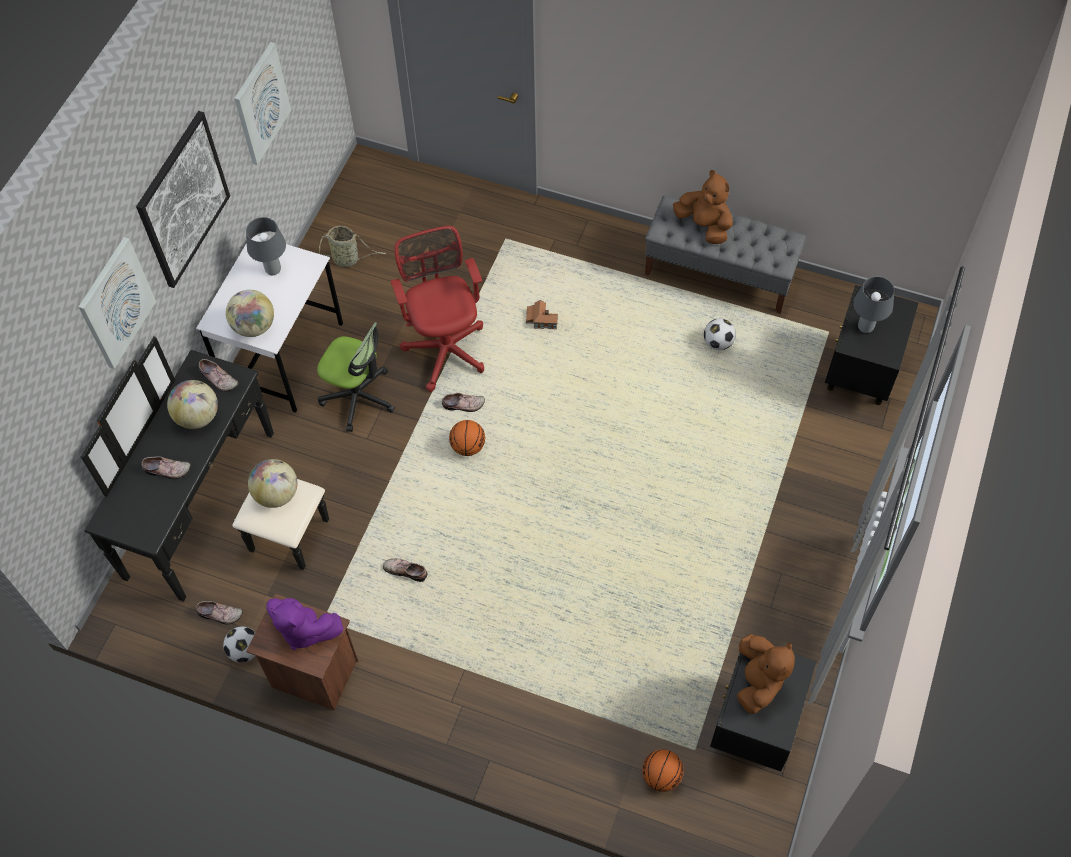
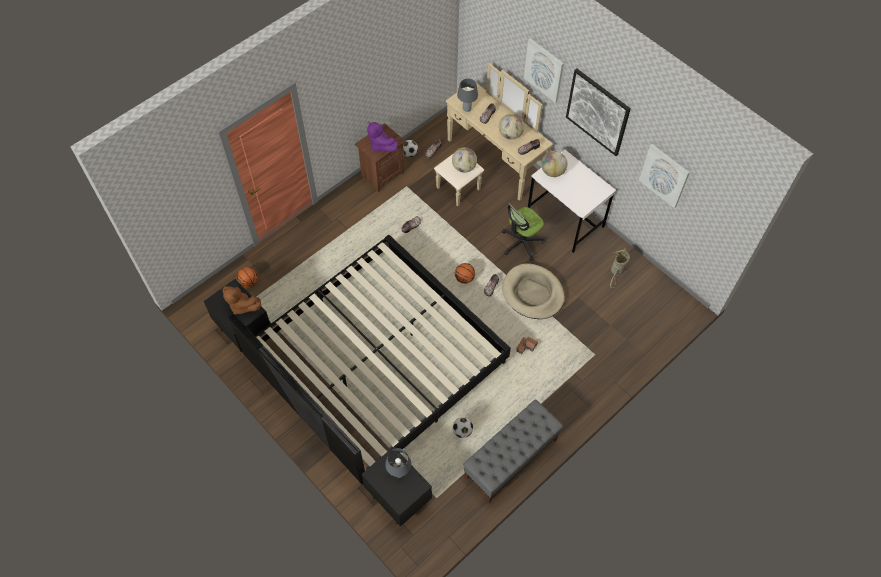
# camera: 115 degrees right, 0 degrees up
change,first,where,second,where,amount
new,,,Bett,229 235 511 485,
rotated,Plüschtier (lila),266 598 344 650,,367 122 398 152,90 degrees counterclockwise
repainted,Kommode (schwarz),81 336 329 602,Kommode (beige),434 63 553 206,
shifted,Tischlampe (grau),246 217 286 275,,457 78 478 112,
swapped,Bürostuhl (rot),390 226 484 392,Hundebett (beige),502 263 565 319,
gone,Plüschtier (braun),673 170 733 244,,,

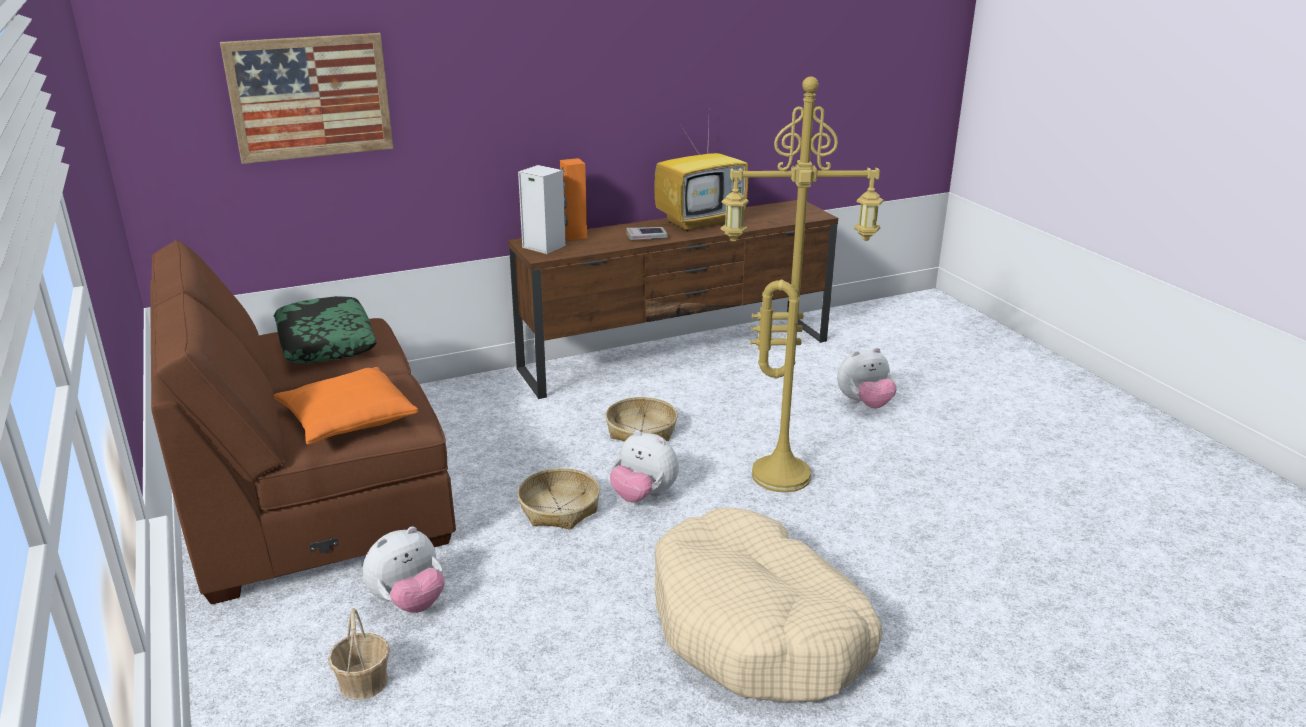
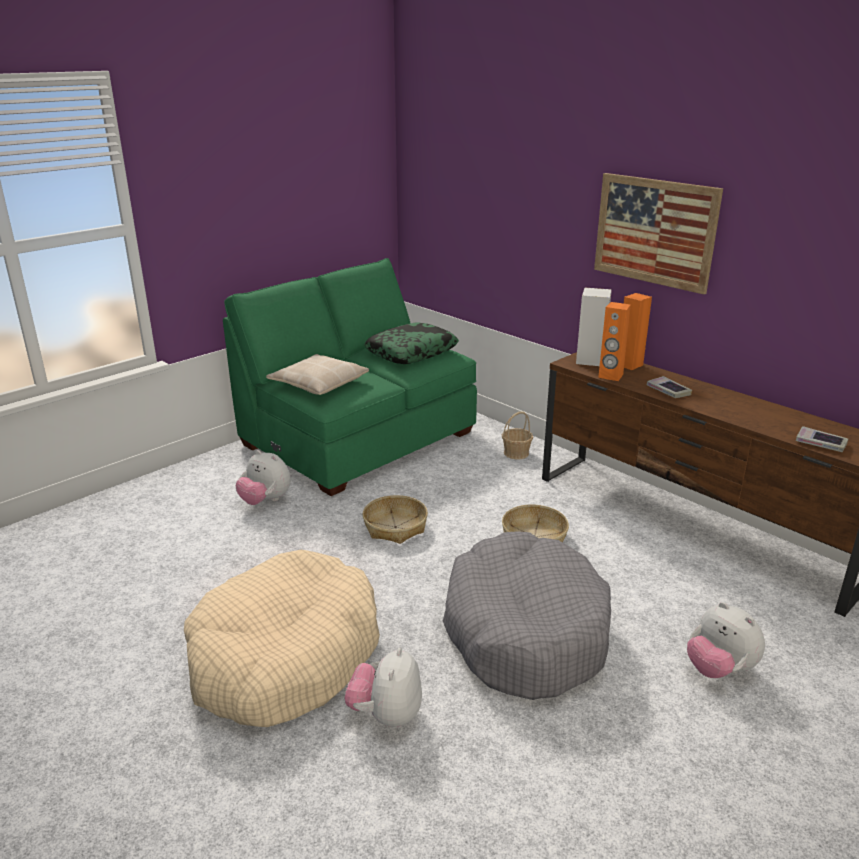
# camera: 70 degrees right, 0 degrees up
change,first,where,second,where,amount
repainted,Sofa (braun),150 239 456 604,Sofa (grün),223 258 477 496,
repainted,Kissen (orange),274 367 418 445,Kissen (beige),266 354 369 395,
shifted,Plüschtier,610 430 679 503,,344 647 422 728,
swapped,Stehlampe (gelb),721 76 884 493,Hundebett (grau),443 531 611 700,
shifted,Korb,328 608 390 700,,502 412 533 459,
shifted,Bild,220 33 394 164,,594 173 723 294,
new,,,Lautsprecher (orange),598 302 631 381,
new,,,Buch,796 426 848 452,
gone,Fernseher,654 124 748 232,,,

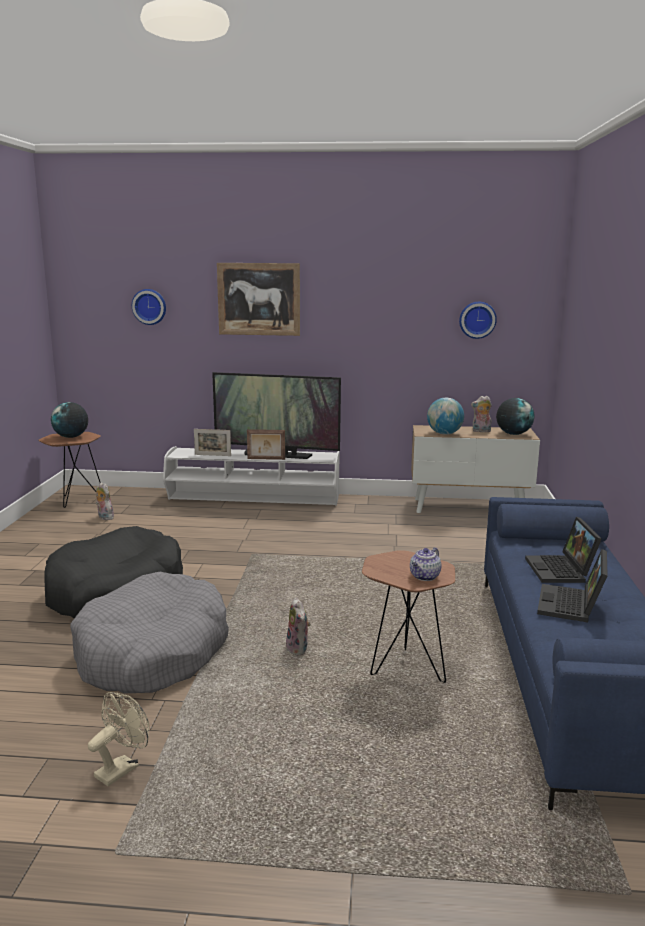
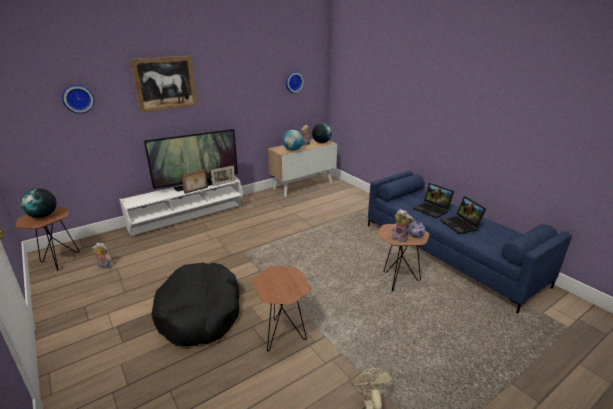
# camera: 40 degrees left, 10 degrees up
change,first,where,second,where,amount
shifted,Bilderrahmen,194 429 231 456,,211 165 235 186,
swapped,Hundebett (grau),70 572 229 694,Beistelltisch (braun),252 266 311 352,
shifted,Plüschtier,286 598 311 655,,391 209 414 242,

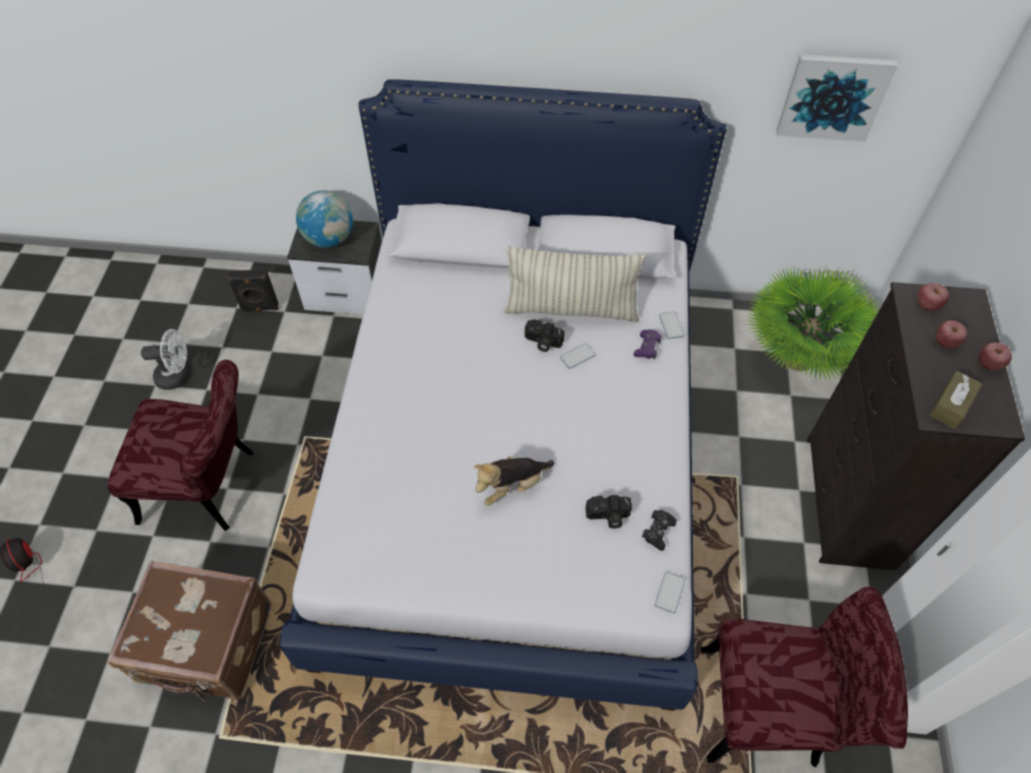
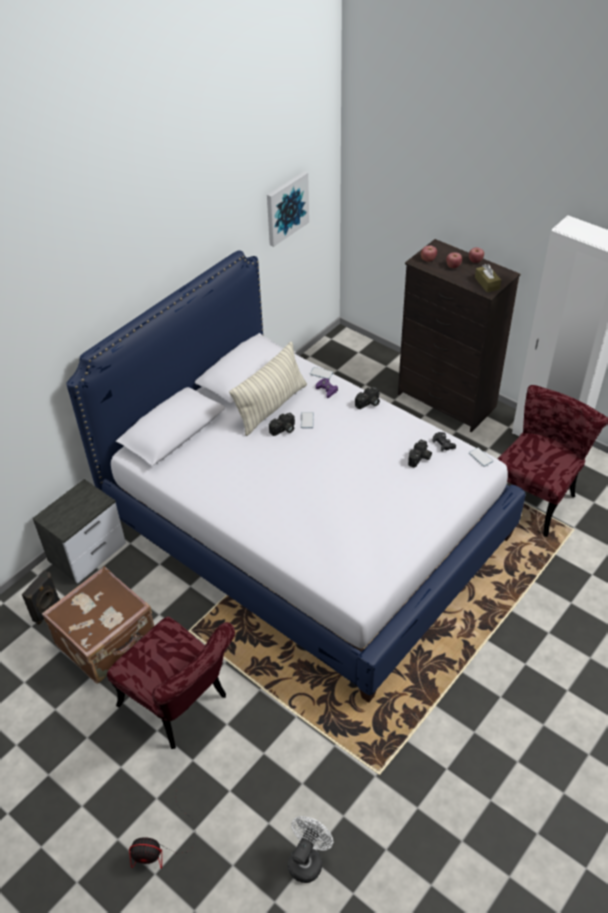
# camera: 55 degrees left, 10 degrees down
change,first,where,second,where,amount
shifted,Koffer (braun),107 561 272 703,,42 566 154 684,
rotated,Stuhl (rot),108 360 254 531,,107 617 235 749,90 degrees clockwise
shifted,Ventilator (weiß),141 329 188 390,,288 816 333 883,
new,,,Kamera,355 387 380 409,
gone,Globus,296 190 353 247,,,
gone,Plüschtier,474 457 554 506,,,
gone,Topfpflanze,746 268 880 380,,,

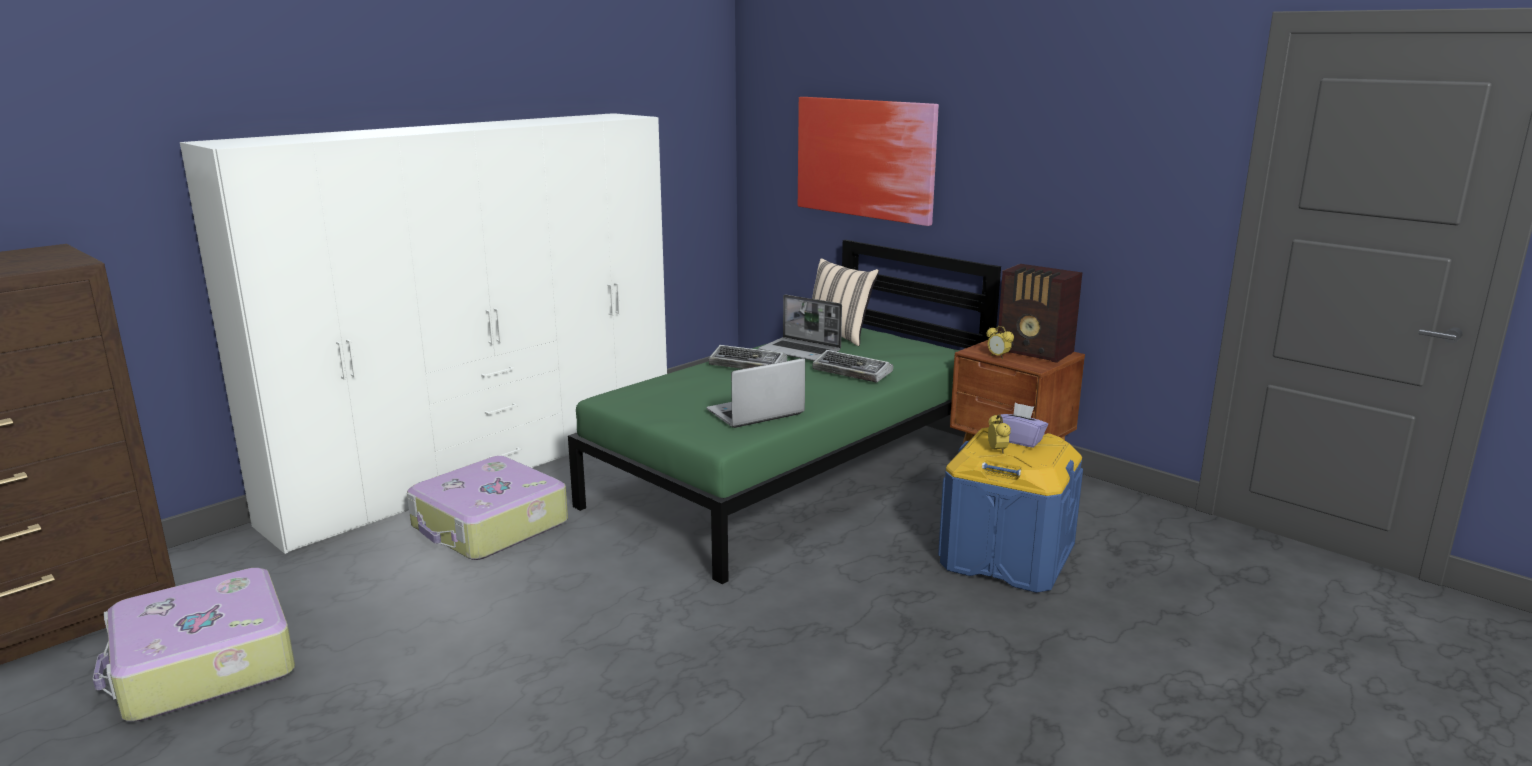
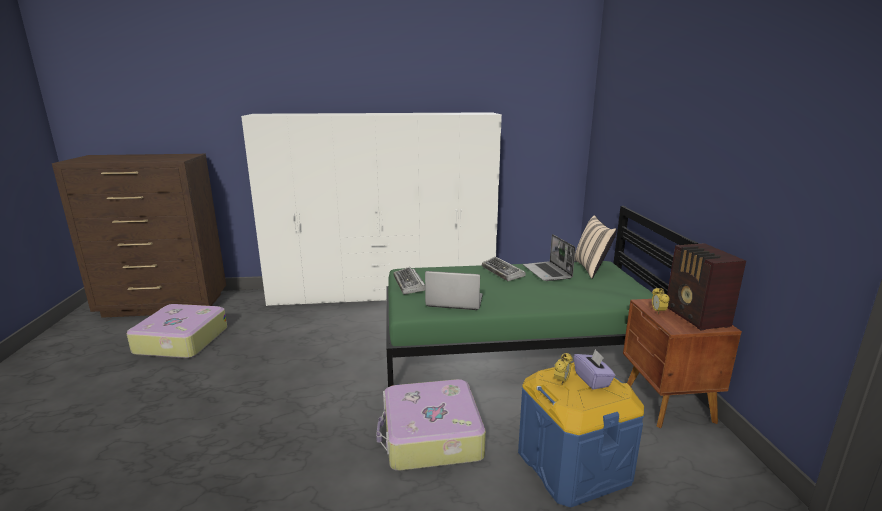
# camera: 40 degrees right, 0 degrees up
change,first,where,second,where,amount
shifted,Koffer,407 456 568 560,,376 379 486 471,
shifted,Tastatur,812 350 893 383,,393 267 425 294,
gone,Bild,798 97 939 226,,,

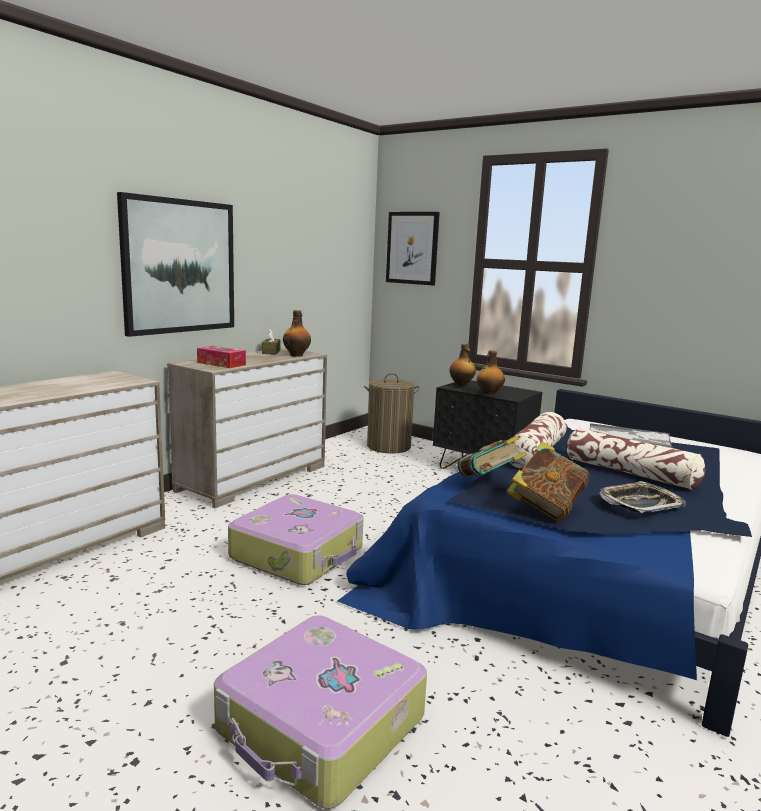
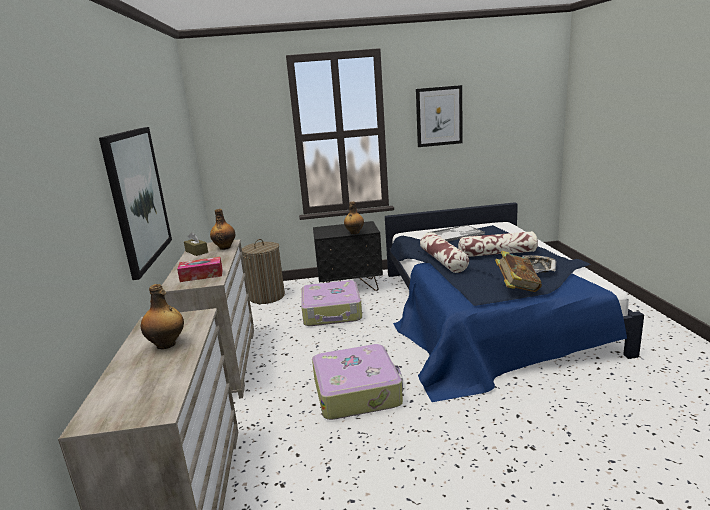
# camera: 40 degrees left, 5 degrees up
change,first,where,second,where,amount
shifted,Flasche,449 344 476 386,,141 284 184 349,
shifted,Koffer,214 615 427 809,,301 280 362 326,
shifted,Bild,386 212 440 286,,416 85 463 147,
gone,Buch,457 436 527 477,,,

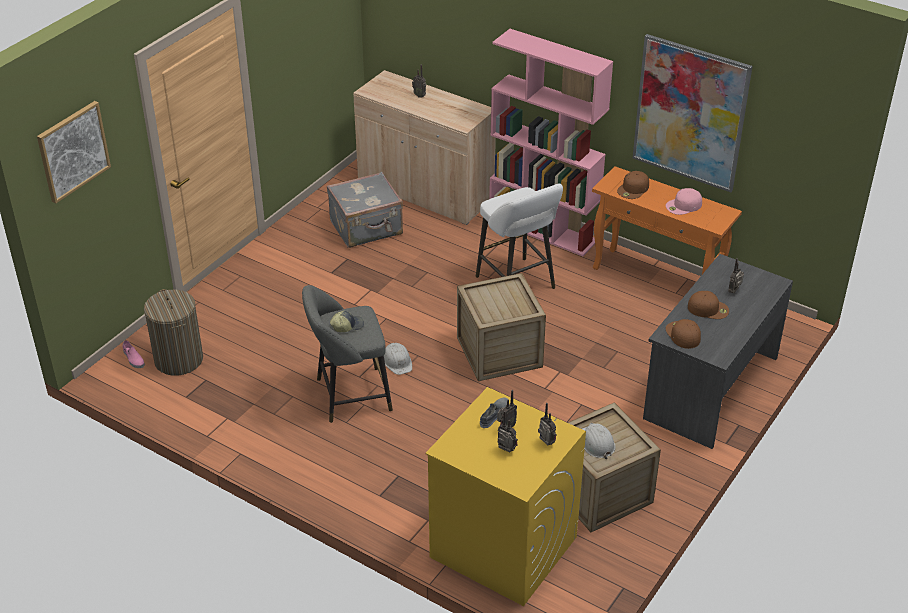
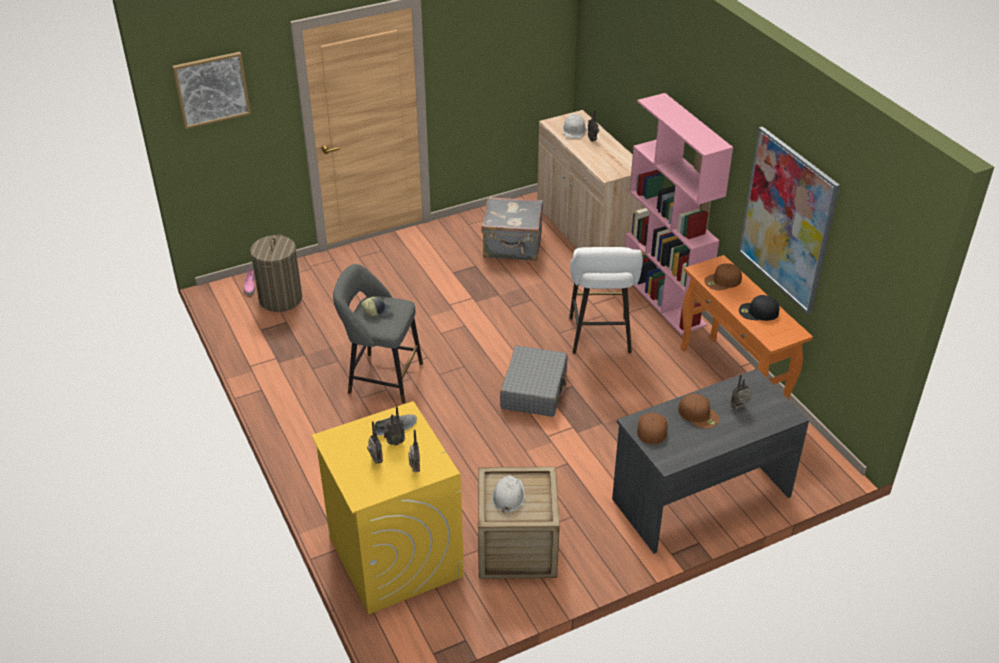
# camera: 30 degrees right, 0 degrees up
change,first,where,second,where,amount
swapped,Kiste,457 273 546 381,Koffer (grau),500 346 568 417,
shifted,Schutzhelm (weiß),384 343 412 375,,563 114 586 139,
repainted,Kappe (rosa),666 188 702 215,Kappe (schwarz),739 295 779 321,

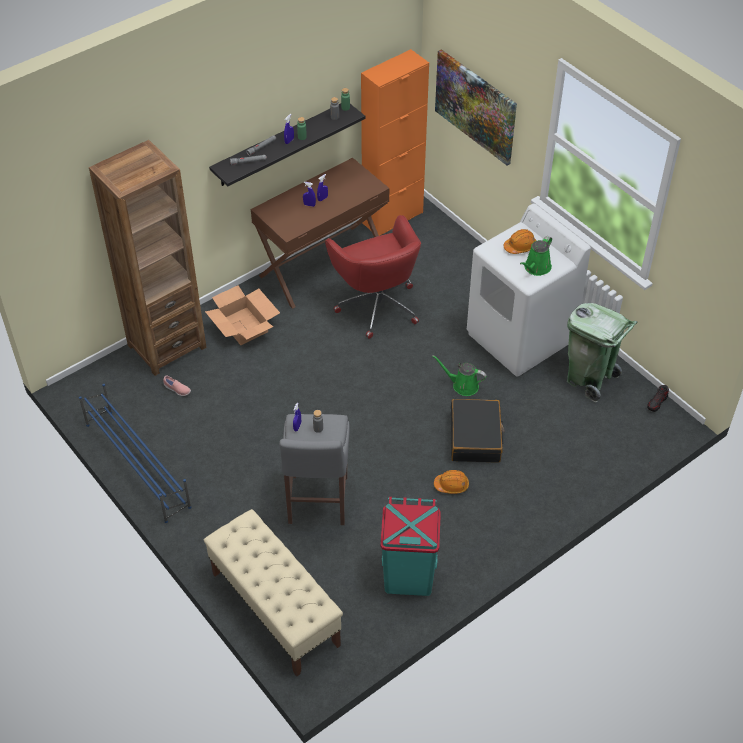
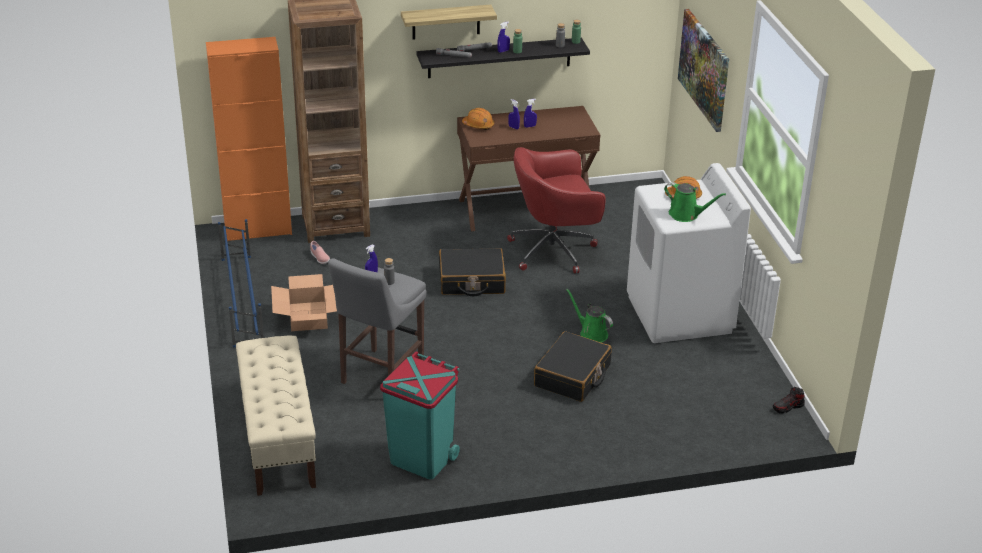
# camera: 25 degrees right, 15 degrees down
change,first,where,second,where,amount
shifted,Schrank (orange),361 49 429 236,,206 37 292 242,
shifted,Karton,205 285 280 345,,271 274 337 331,
new,,,Wandregal,401 5 497 40,
new,,,Koffer (schwarz),439 248 506 296,
shifted,Schutzhelm (orange),434 470 469 494,,462 108 494 130,
rotated,Bürostuhl (rot),325 215 421 339,,507 147 606 273,75 degrees clockwise
rotated,Gießkanne (grün),520 236 552 276,,664 182 726 222,120 degrees counterclockwise
gone,Mülleimer (grün),567 303 638 402,,,

